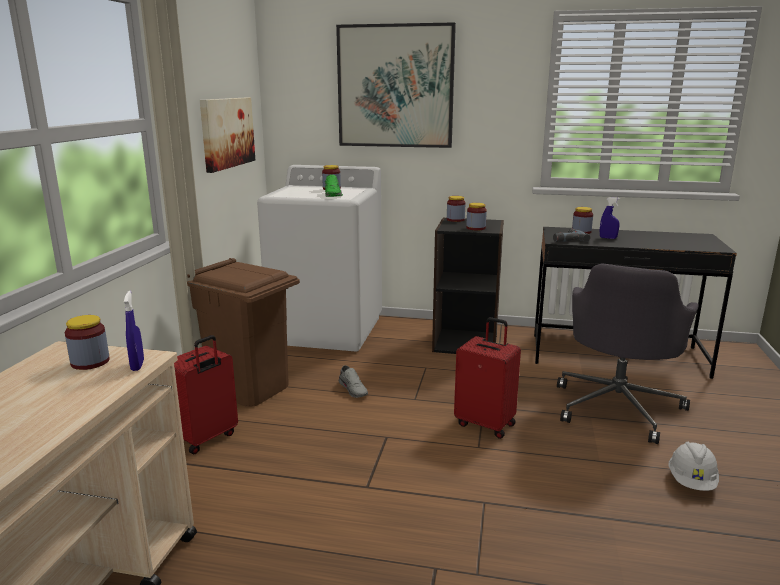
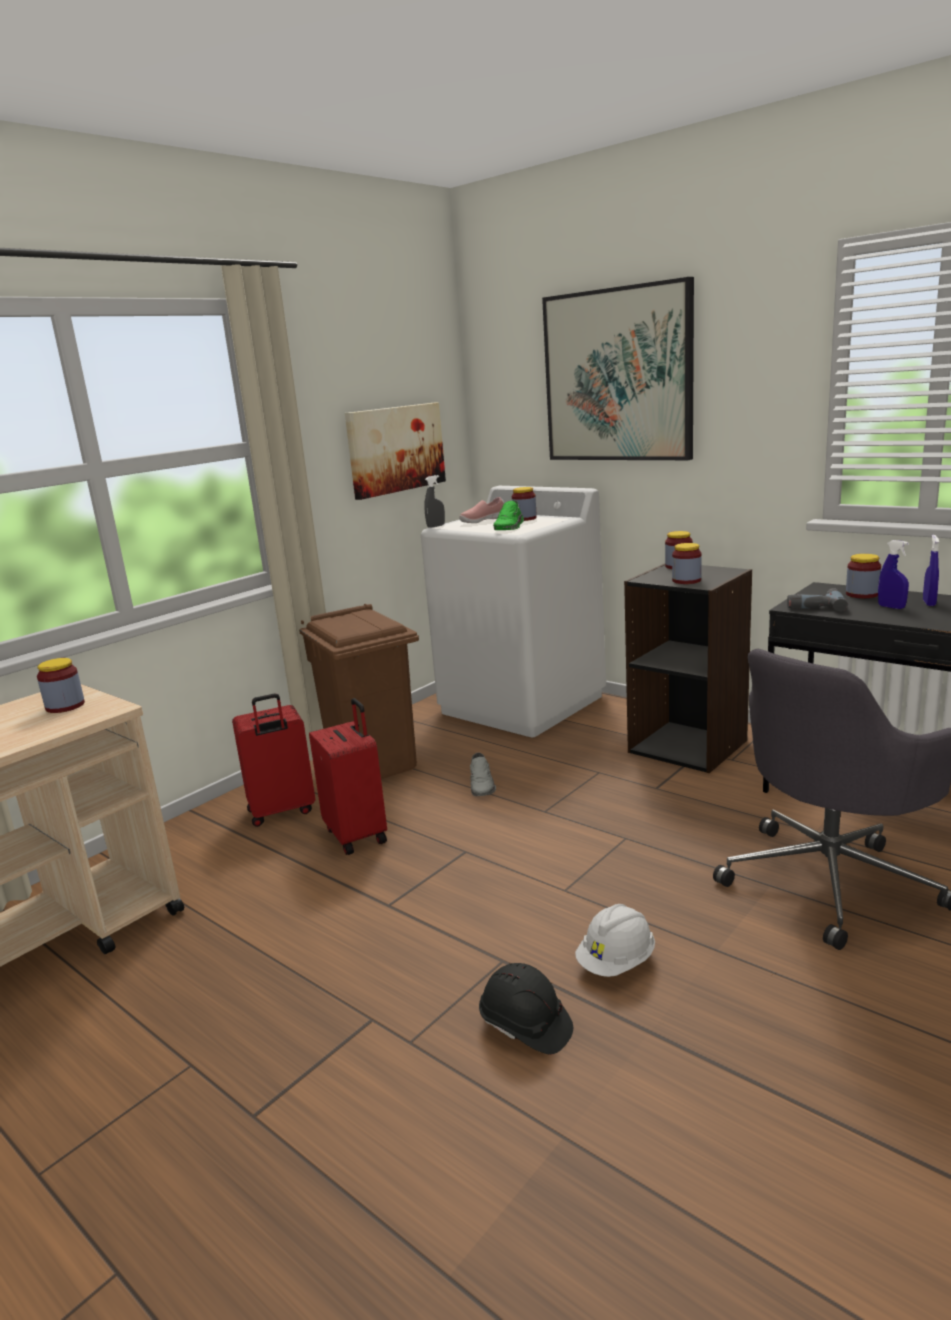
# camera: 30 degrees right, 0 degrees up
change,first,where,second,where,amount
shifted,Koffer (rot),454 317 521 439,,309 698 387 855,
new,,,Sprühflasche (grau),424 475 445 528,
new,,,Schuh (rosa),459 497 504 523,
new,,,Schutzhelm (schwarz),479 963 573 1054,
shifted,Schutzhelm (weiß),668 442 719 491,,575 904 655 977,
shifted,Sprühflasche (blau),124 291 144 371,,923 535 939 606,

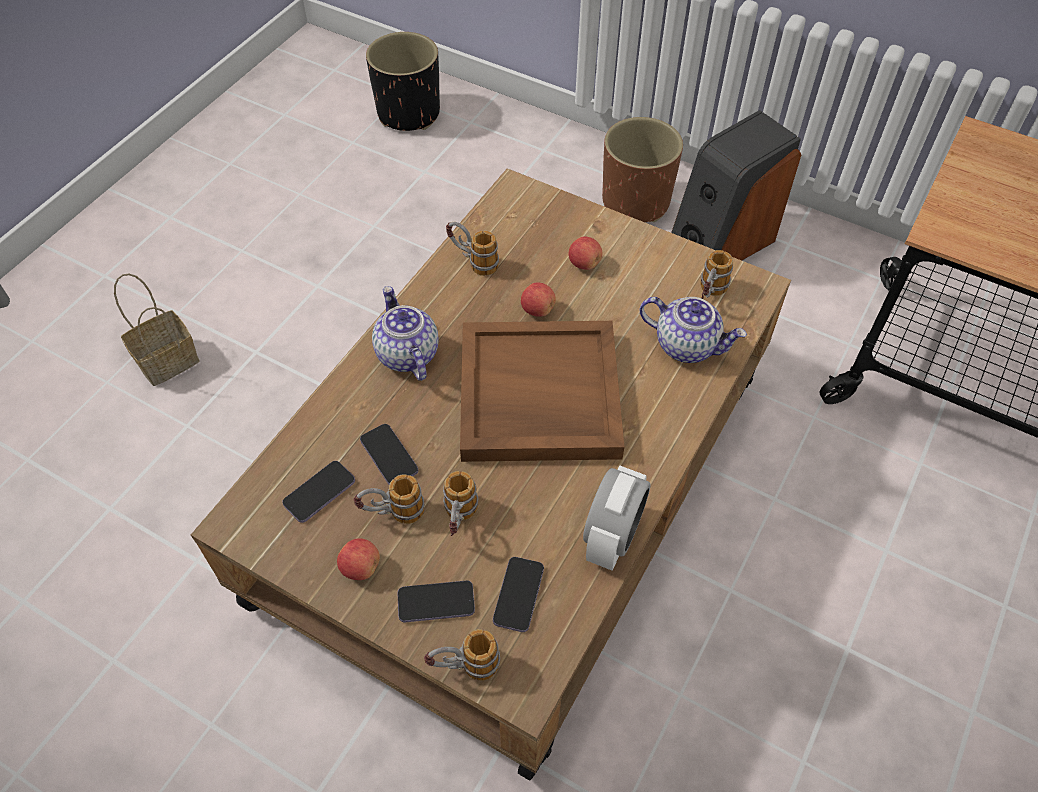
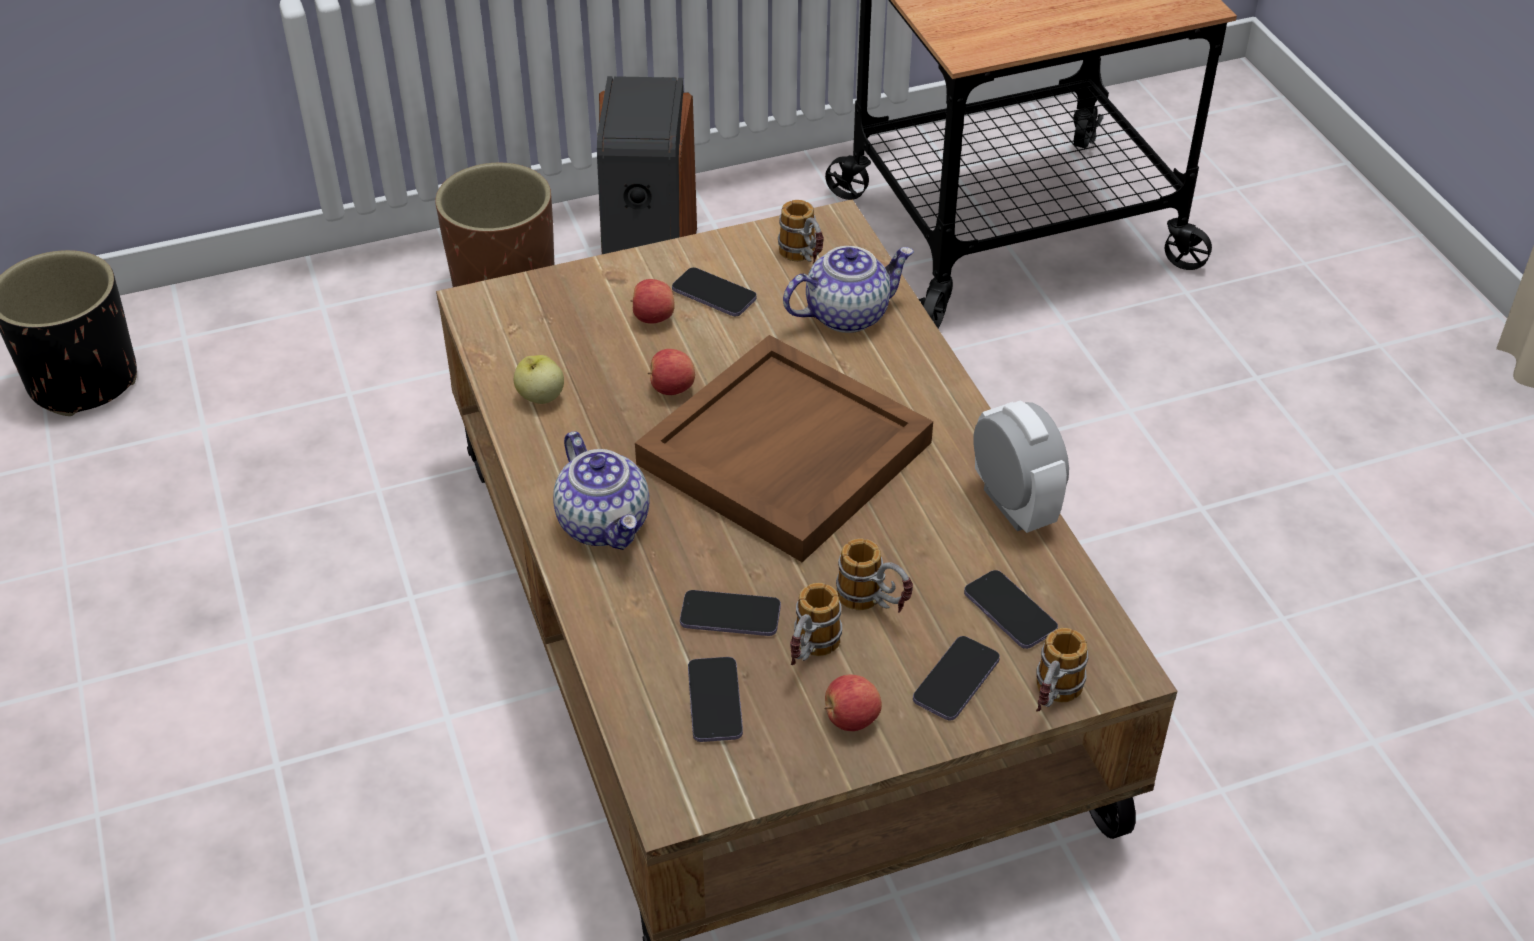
# camera: 50 degrees left, 10 degrees down
change,first,where,second,where,amount
swapped,Henkelbecher,446 222 499 276,Apfel,514 355 564 404,
rotated,Teekanne,372 286 439 381,,553 431 650 550,135 degrees counterclockwise
new,,,Handy,672 267 757 316,
gone,Korb,114 274 200 386,,,

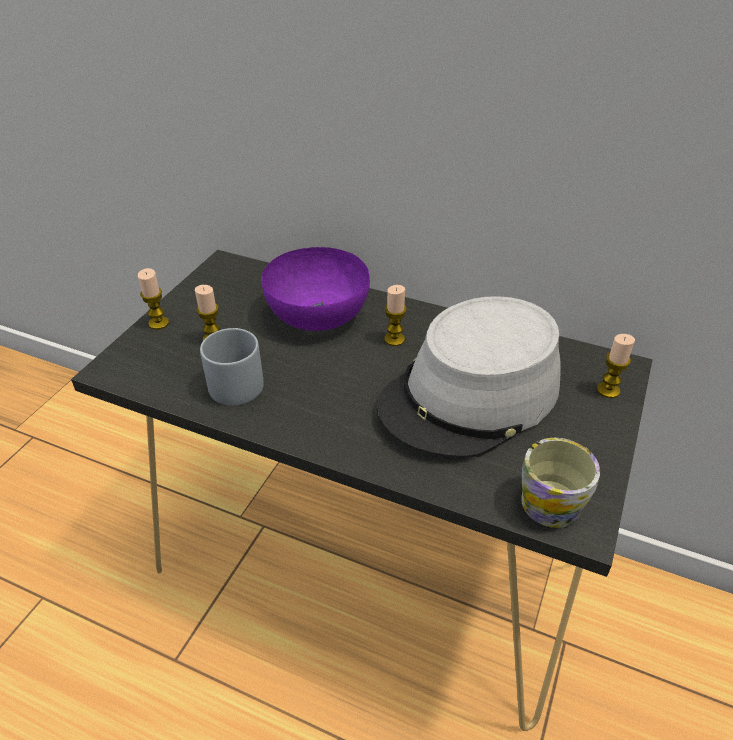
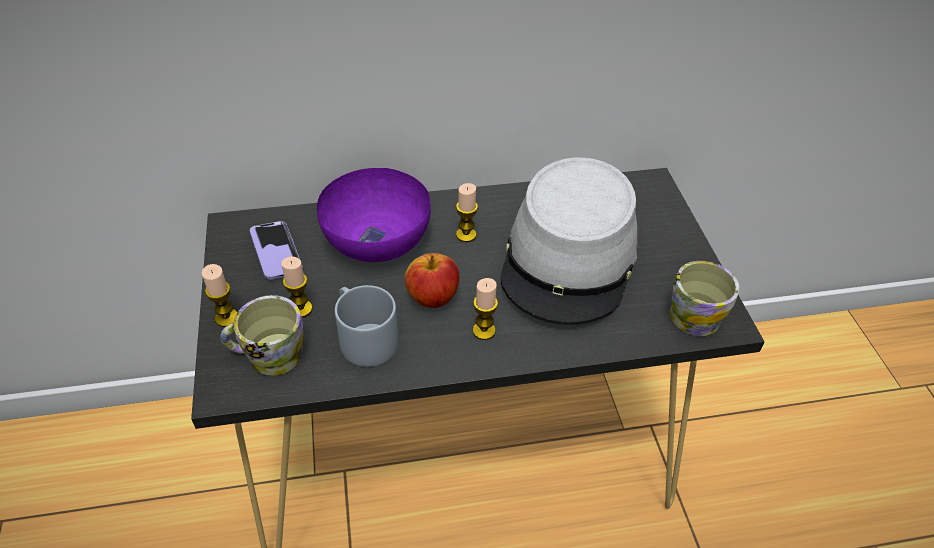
# camera: 35 degrees left, 5 degrees up
change,first,where,second,where,amount
new,,,Henkelbecher,220 295 303 376,
new,,,Handy,250 221 303 280,
new,,,Apfel,405 253 459 308,
shifted,Kerze,597 334 635 398,,473 278 498 340,

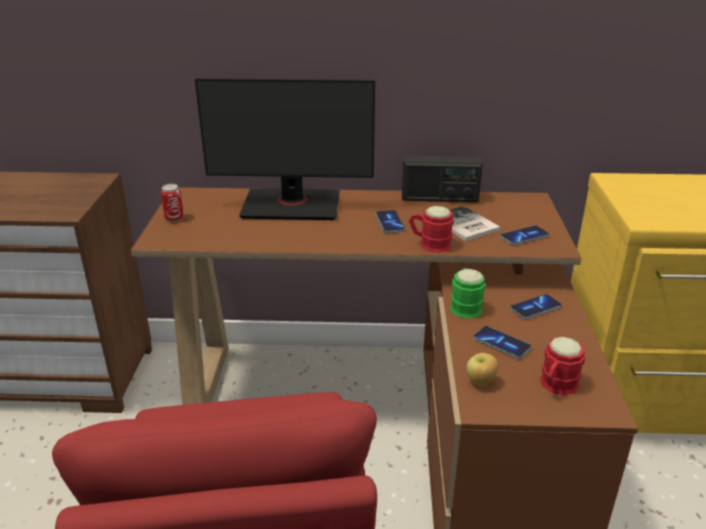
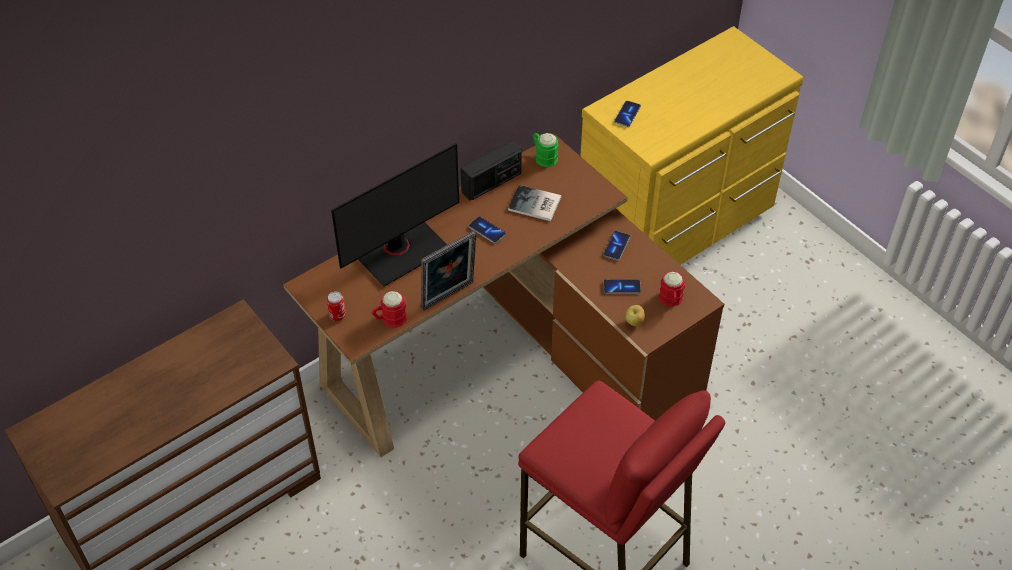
# camera: 40 degrees left, 20 degrees up
change,first,where,second,where,amount
shifted,Henkelbecher (rot),409 206 454 253,,372 291 407 328,
new,,,Bilderrahmen,421 231 476 310,
shifted,Henkelbecher (grün),450 268 485 319,,533 133 559 167,
shifted,Handy,500 225 549 245,,614 101 641 127,

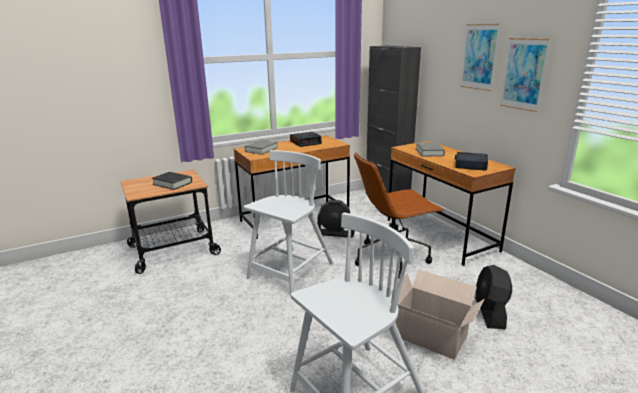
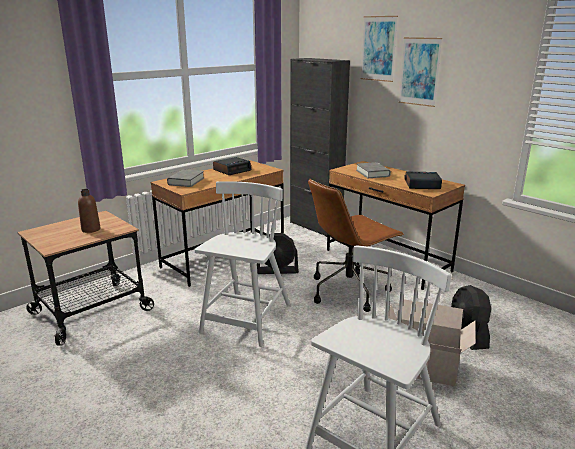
# camera: 15 degrees left, 0 degrees up
change,first,where,second,where,amount
swapped,Buch (schwarz),152 172 192 190,Flasche (braun),78 189 100 233,
shifted,Bild,500 38 551 112,,361 16 398 82,

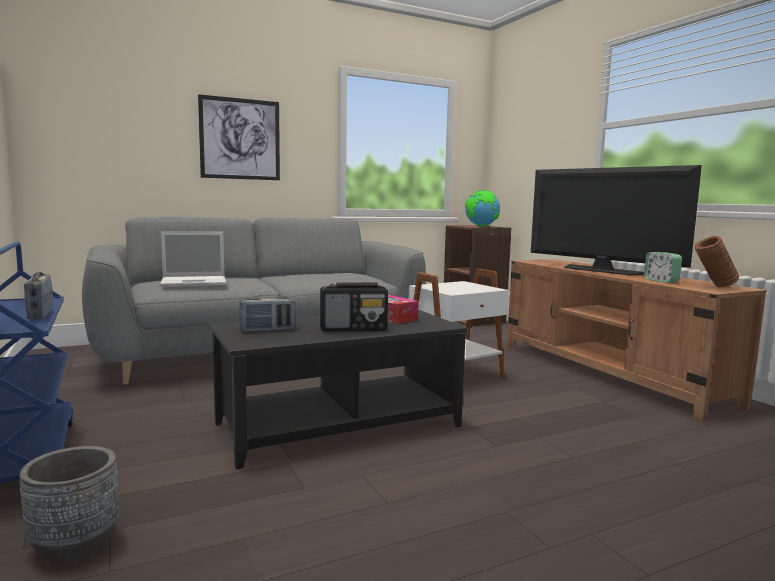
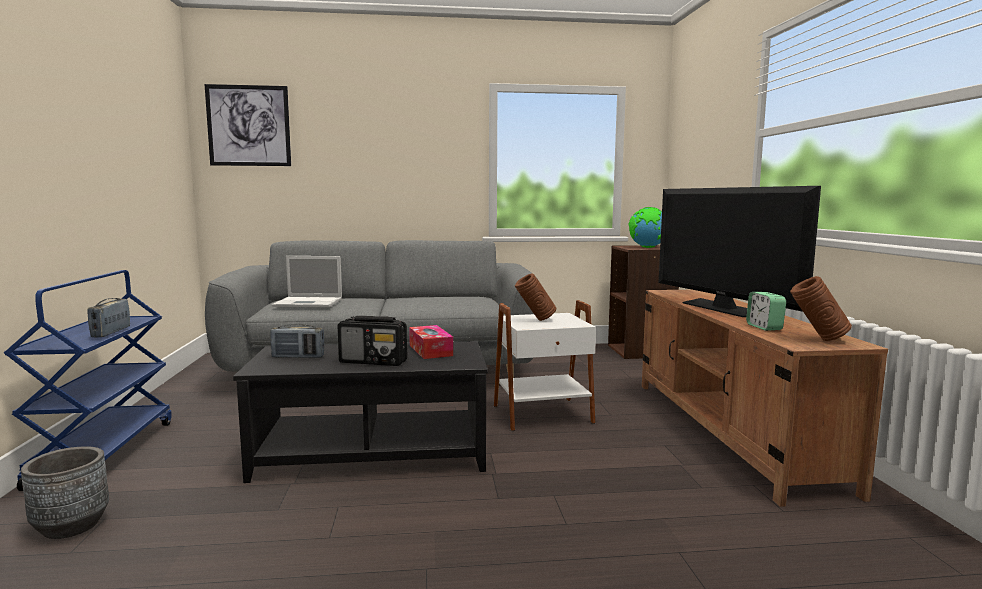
# camera: 20 degrees right, 0 degrees up
change,first,where,second,where,amount
shifted,Bild,198 94 280 180,,205 84 291 166,
new,,,Vase (braun),515 273 556 321,

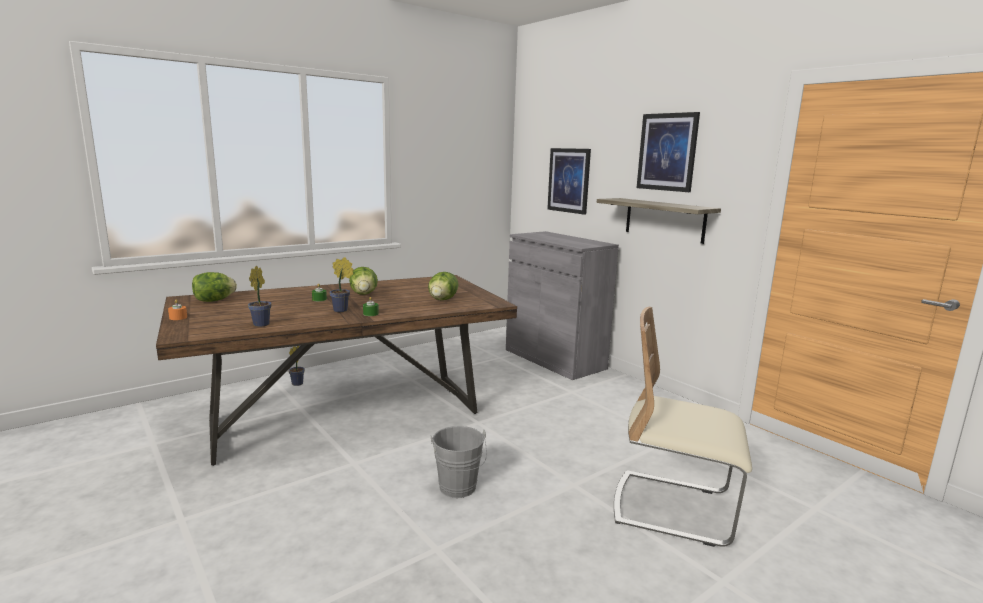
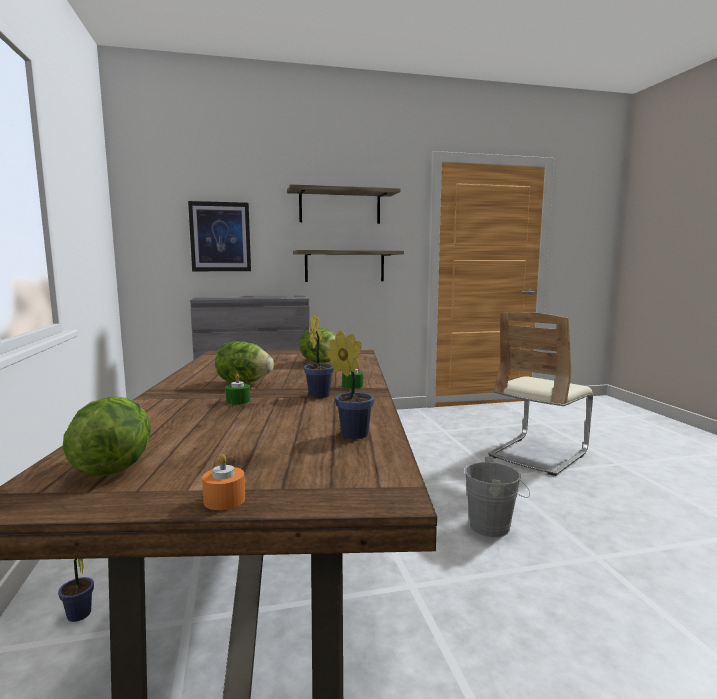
# camera: 65 degrees left, 5 degrees down
change,first,where,second,where,amount
swapped,Bild,636 112 700 192,Wandregal,287 184 401 224,

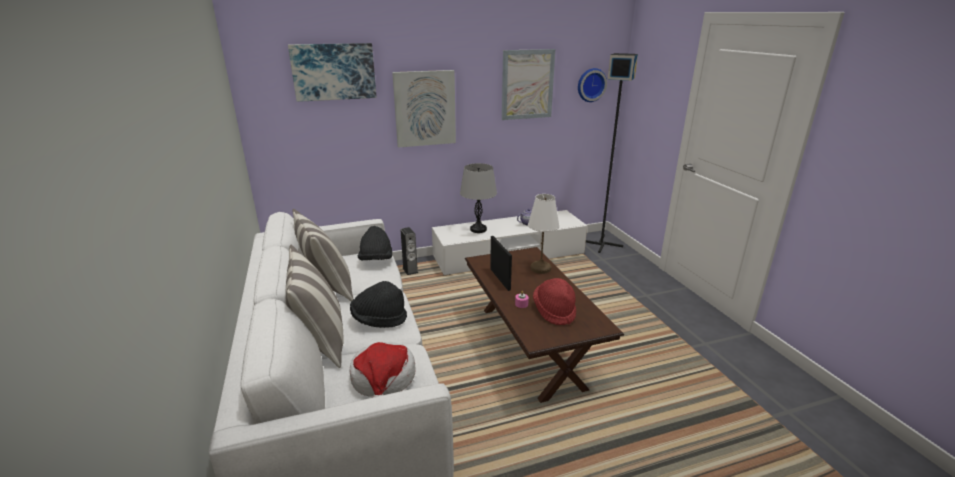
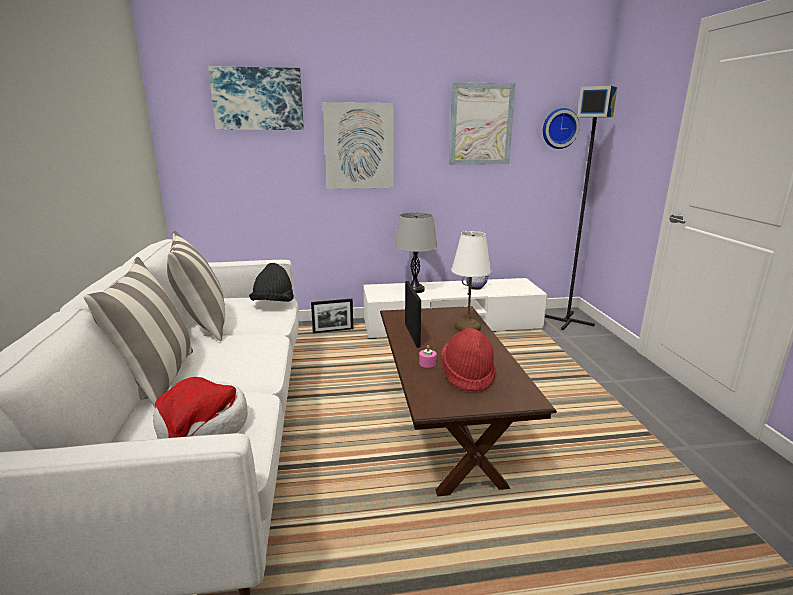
# camera: 10 degrees right, 5 degrees down
change,first,where,second,where,amount
swapped,Lautsprecher,400 227 418 275,Bilderrahmen,311 299 353 333,
gone,Hut (schwarz),350 281 407 328,,,

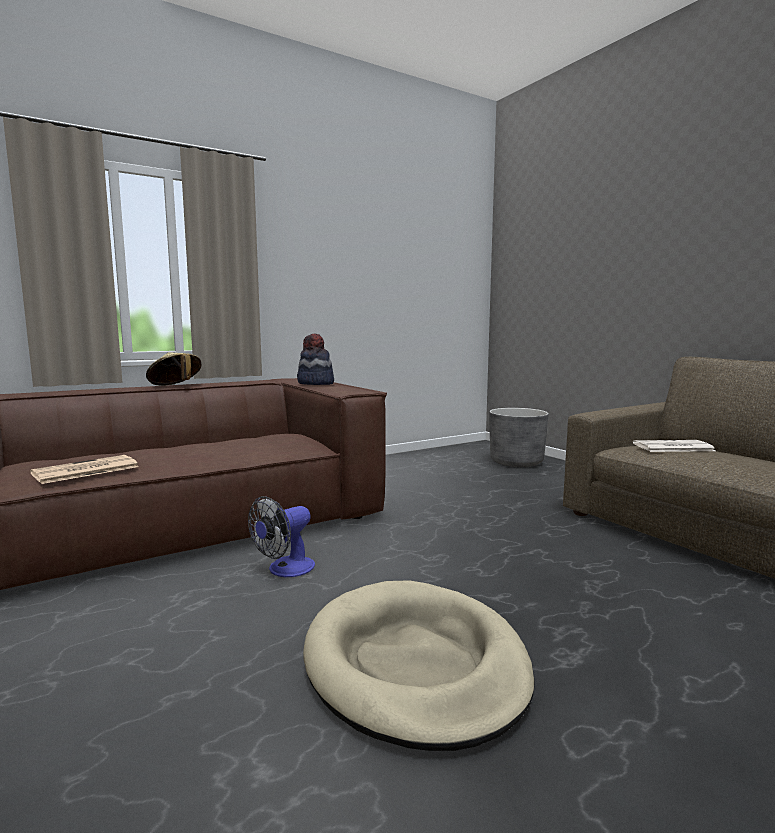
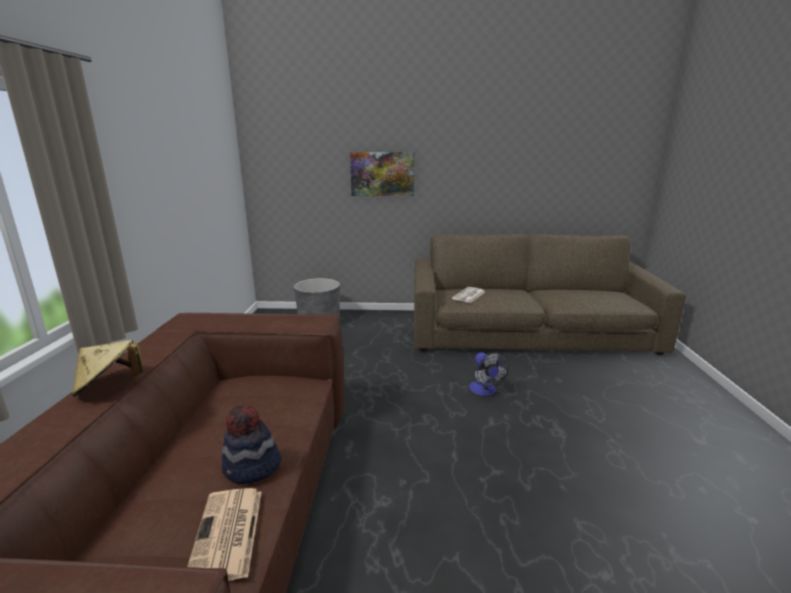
# camera: 55 degrees left, 10 degrees up
change,first,where,second,where,amount
shifted,Hut,297 334 334 385,,222 405 282 484,
new,,,Bild,350 152 414 196,
shifted,Ventilator,248 496 315 577,,470 352 509 396,
gone,Hundebett (beige),303 580 535 751,,,

